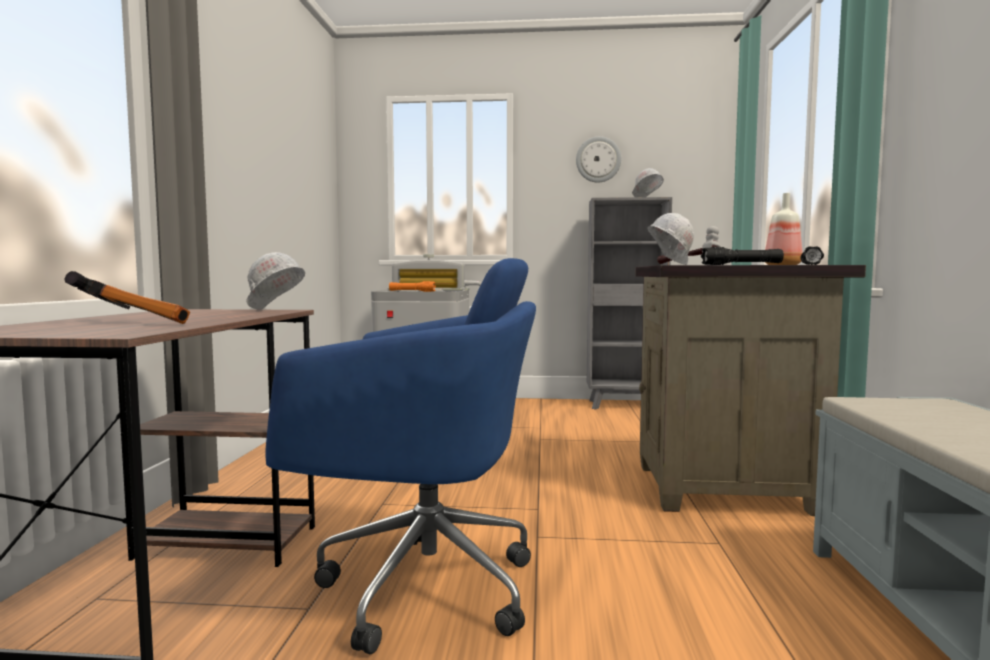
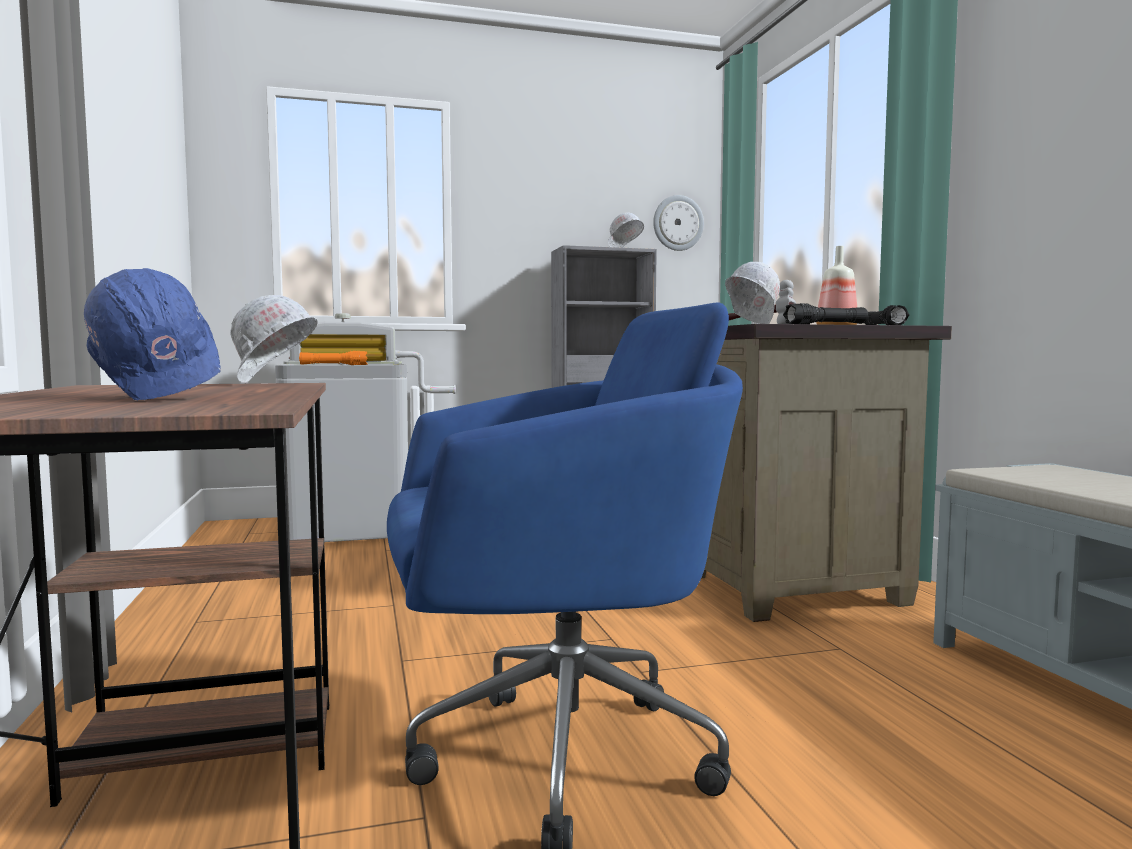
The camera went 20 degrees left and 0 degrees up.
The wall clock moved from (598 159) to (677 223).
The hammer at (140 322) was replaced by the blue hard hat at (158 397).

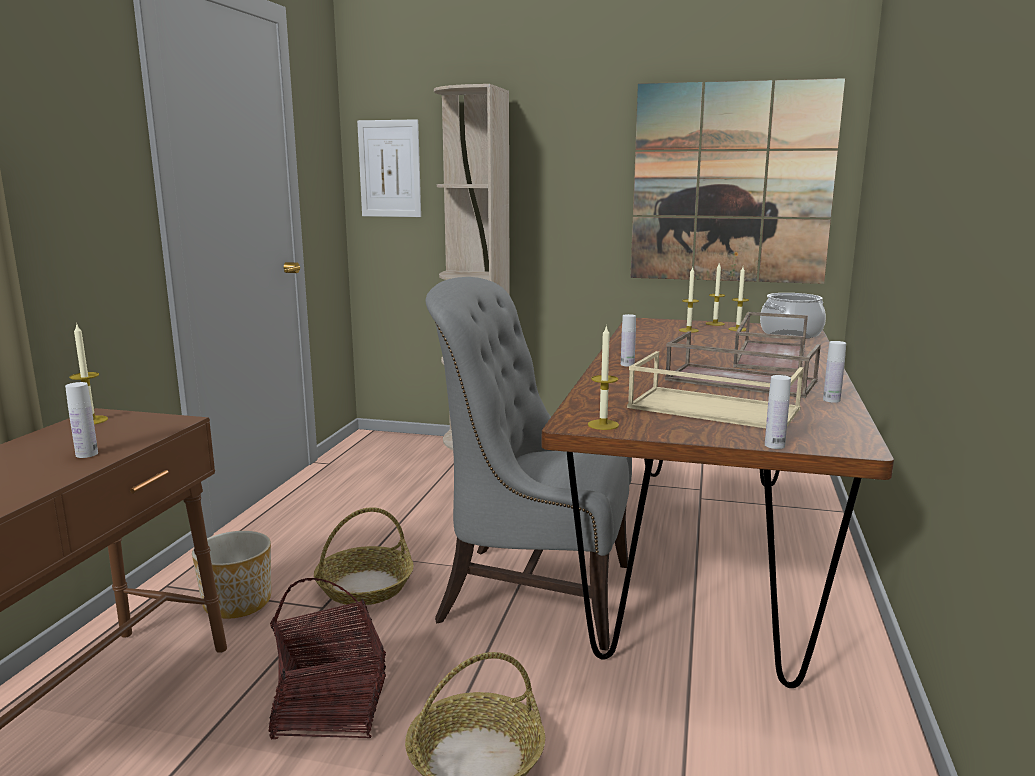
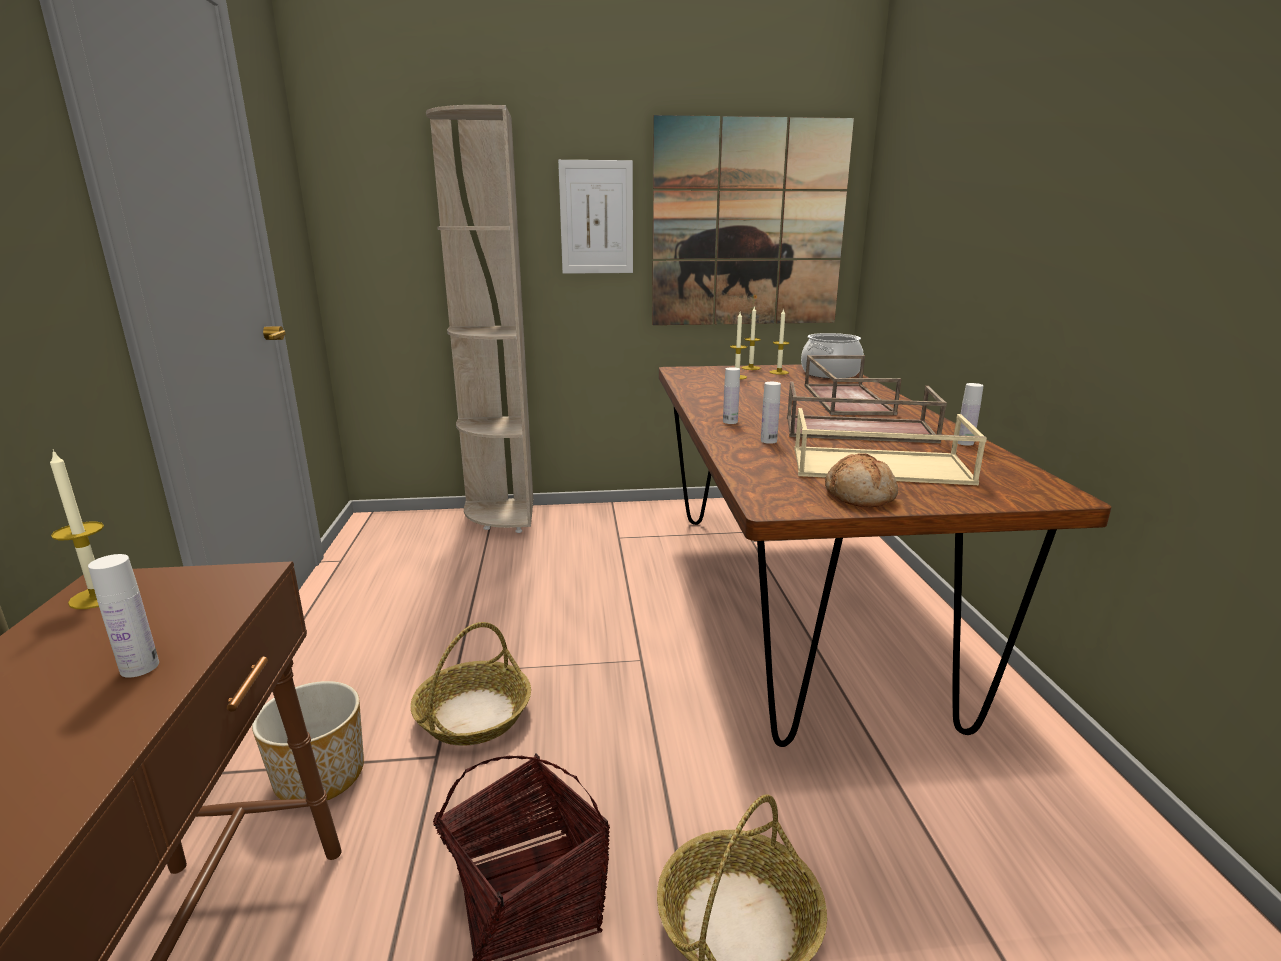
The camera went 20 degrees left and 5 degrees up.
The picture moved from (389 169) to (596 218).
The grey chair at (533 592) disappeared.
The candle at (603 425) disappeared.
The white bottle moved from (774 445) to (768 441).
The bread at (860 495) appeared.

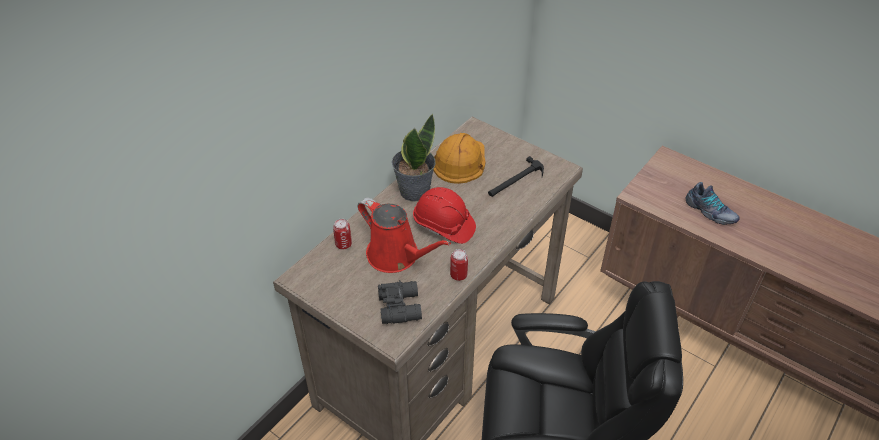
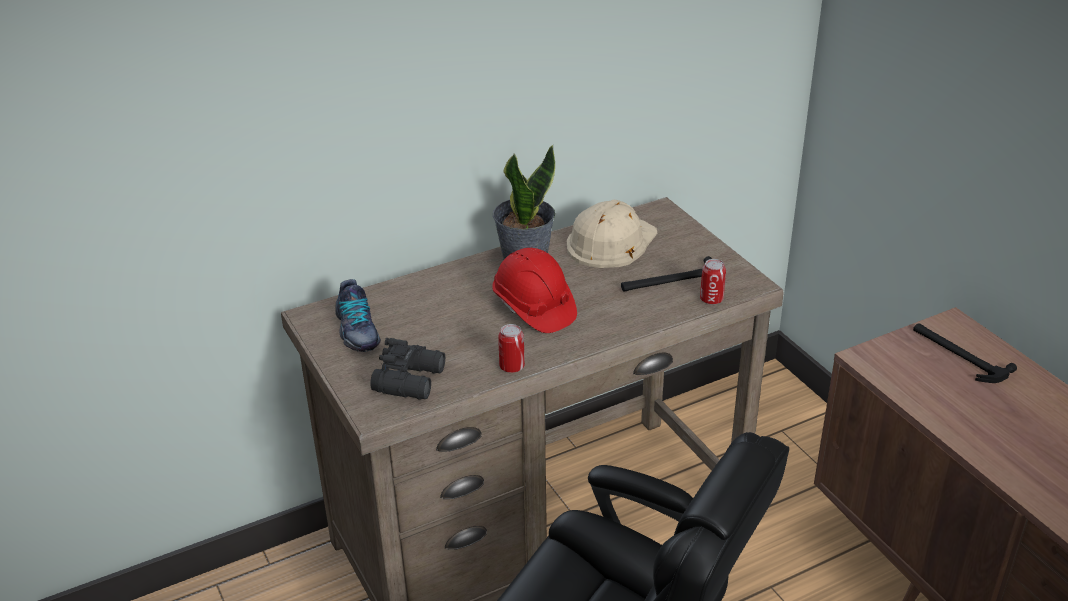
The camera went 25 degrees right and 10 degrees down.
The orange hard hat at (459 161) became the beige hard hat at (610 242).
The shoe moved from (710 212) to (356 331).
The red watering can at (396 256) disappeared.
The can moved from (343 244) to (711 299).
The hammer at (958 355) appeared.

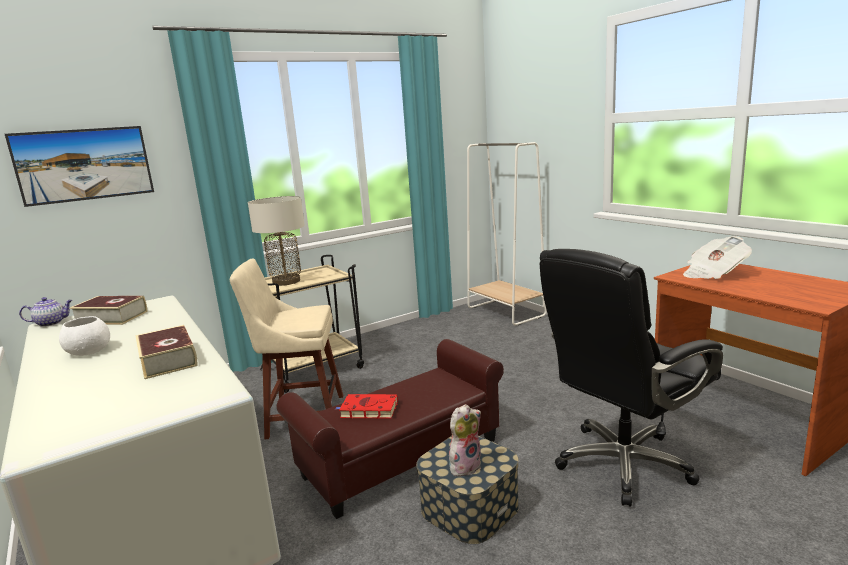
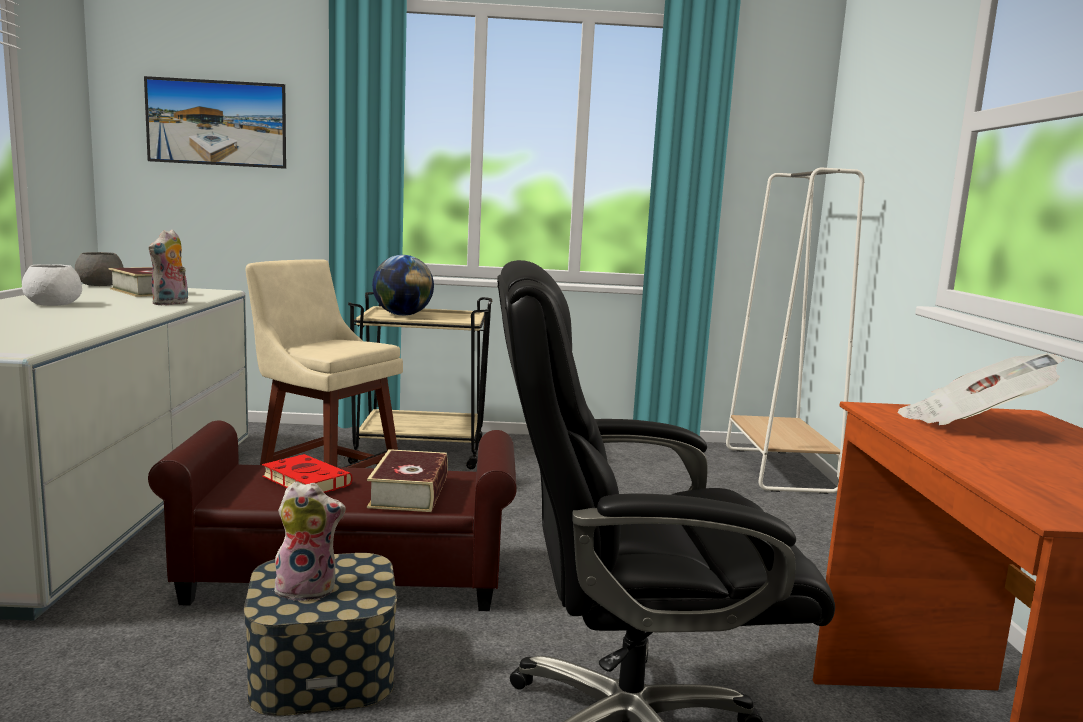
The camera went 30 degrees right and 5 degrees down.
The table lamp at (286 281) was replaced by the globe at (402 315).
The teapot at (51 323) was replaced by the grey bowl at (101 285).
The book moved from (168 360) to (409 492).
The plush toy at (171 303) appeared.

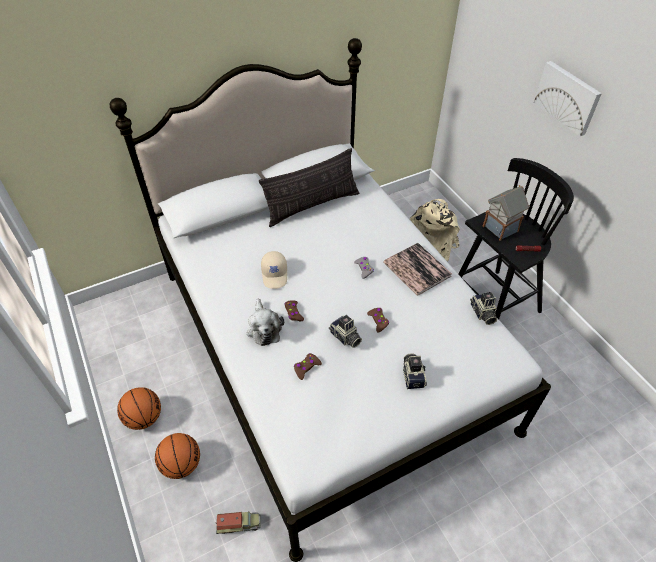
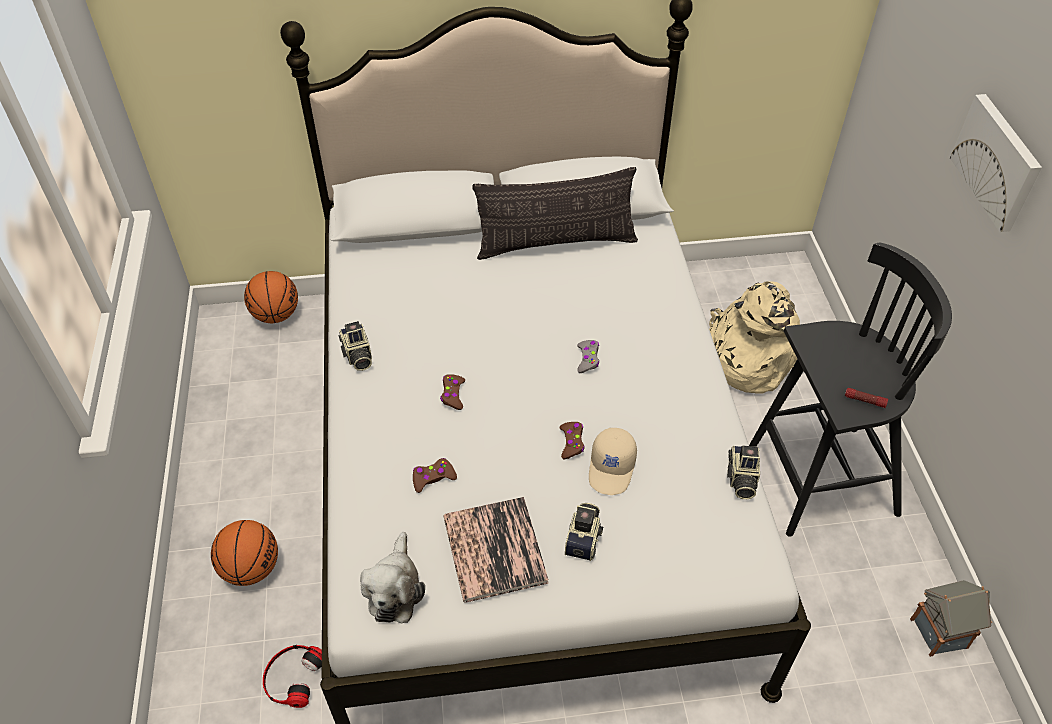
The camera went 20 degrees right and 0 degrees up.
The toy house moved from (500 228) to (940 632).
The book moved from (417 269) to (494 549).
The beige cap moved from (275 274) to (612 468).
The plush toy moved from (264 328) to (394 589).
The photo camera moved from (345 338) to (357 356).
The basketball moved from (144 418) to (276 315).
The toy truck at (239 524) was replaced by the headphones at (292 677).

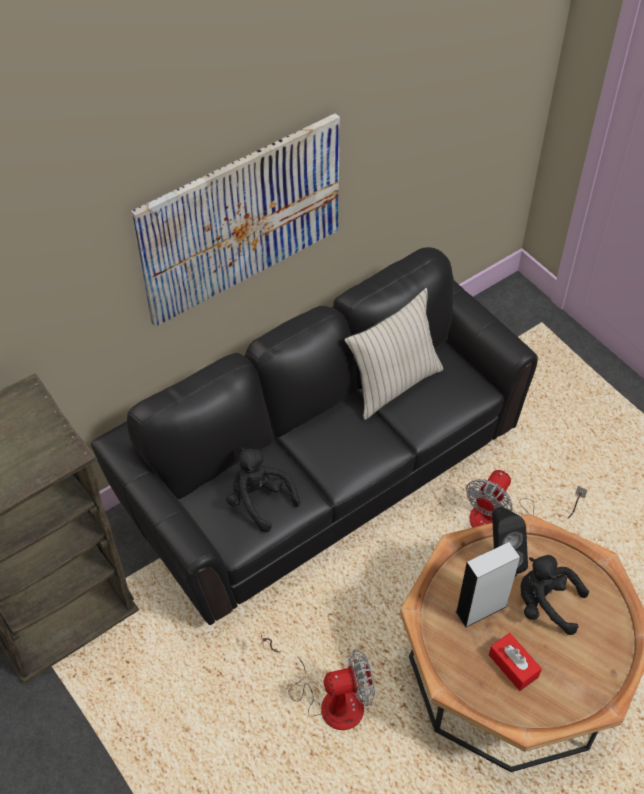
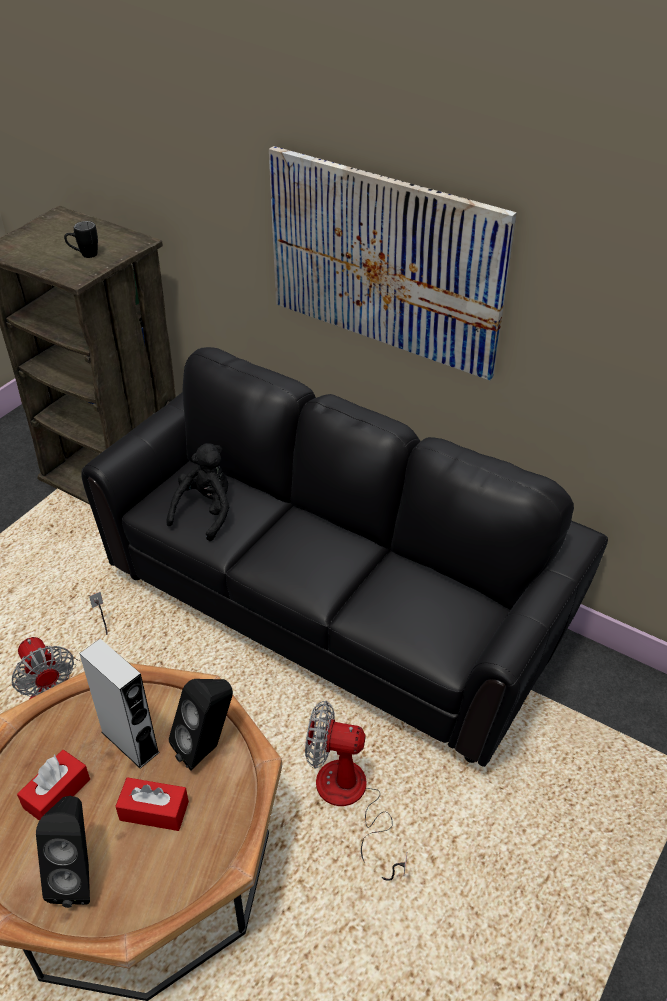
The camera went 70 degrees right and 10 degrees down.
The beige pillow at (393 384) disappeared.
The black plush toy at (545 604) was replaced by the red tissue box at (154 811).
The black mug at (84 255) appeared.
The black speaker at (78 875) appeared.

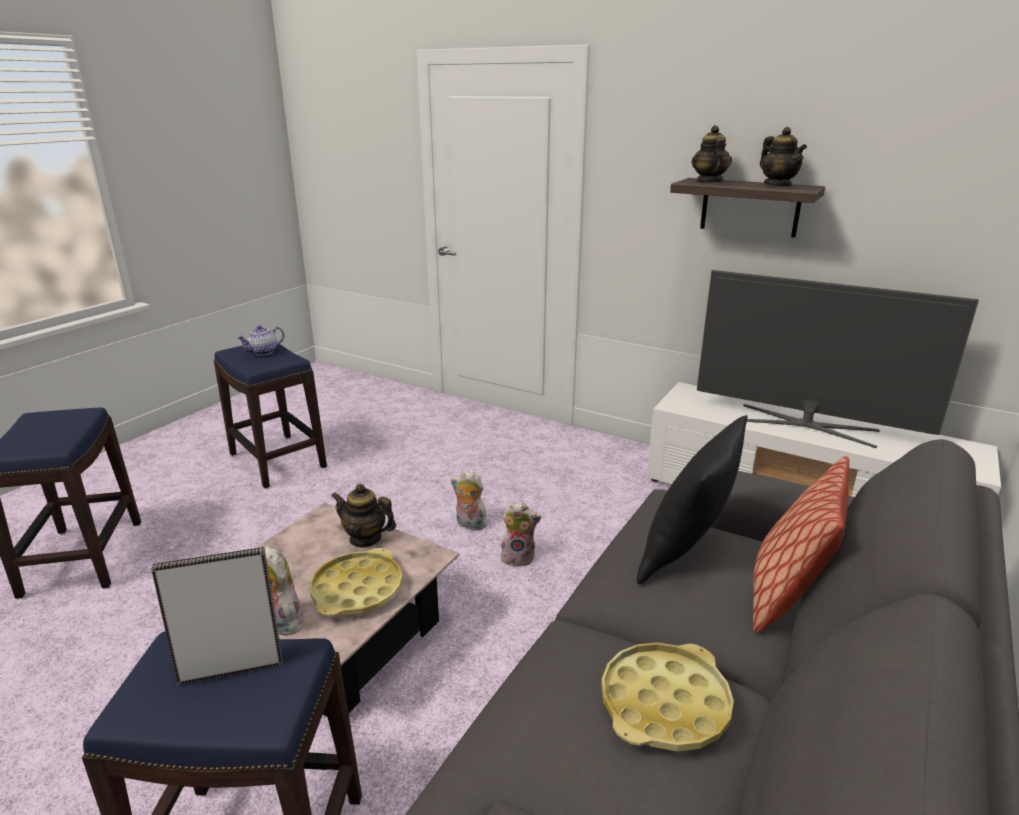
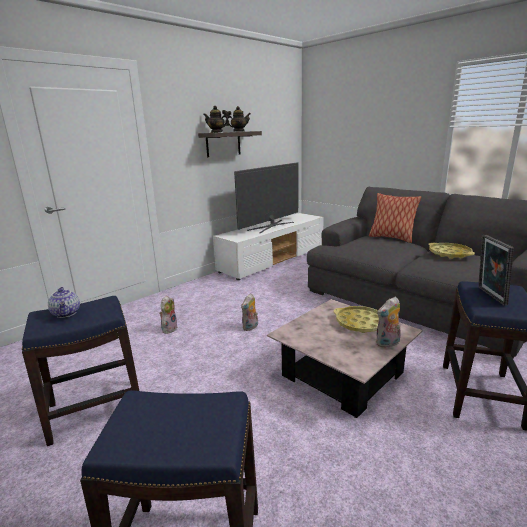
The camera went 75 degrees left and 5 degrees down.
The black pillow at (686 554) disappeared.
The teapot at (365 538) disappeared.
The plush toy moved from (519 557) to (169 328).

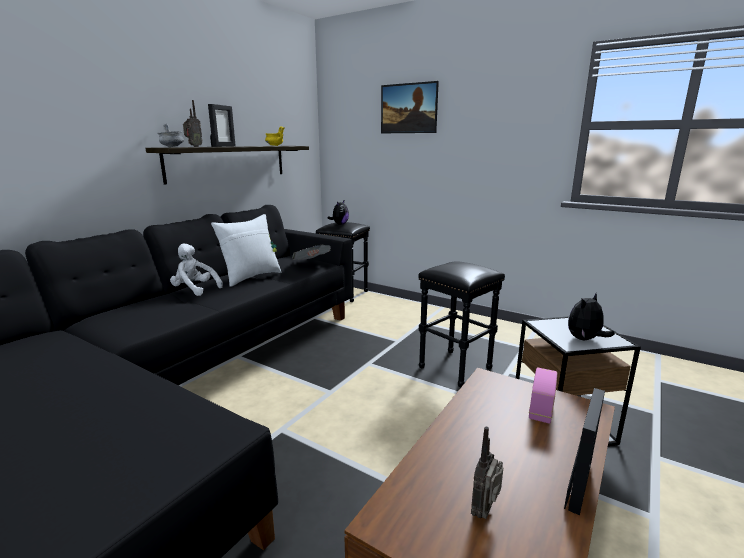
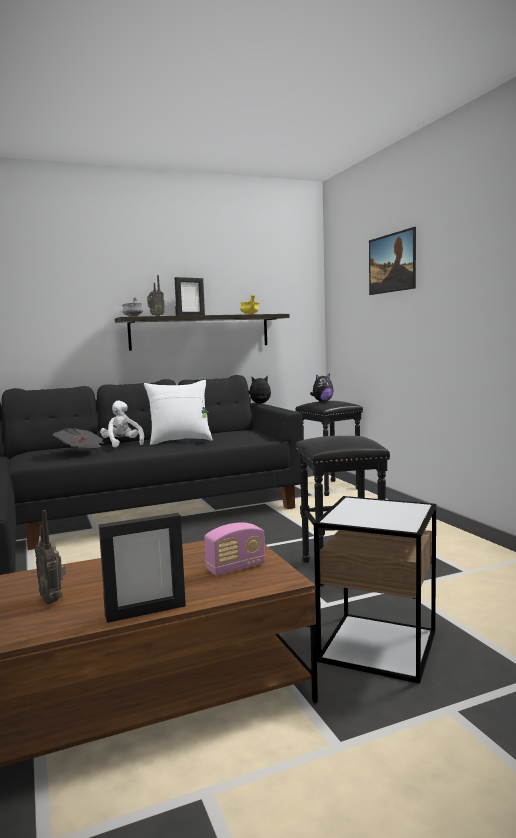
The camera went 35 degrees right and 10 degrees down.
The newspaper moved from (311 263) to (82 452).
The plush toy moved from (585 339) to (260 403).
The radio at (485 511) turned 105 degrees counterclockwise.

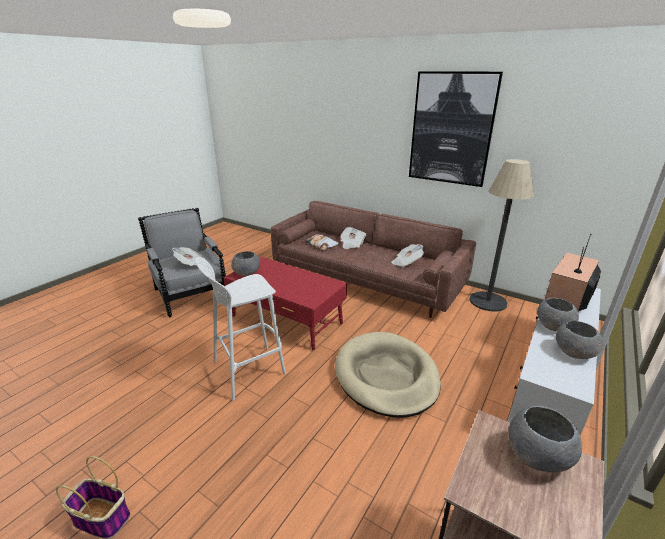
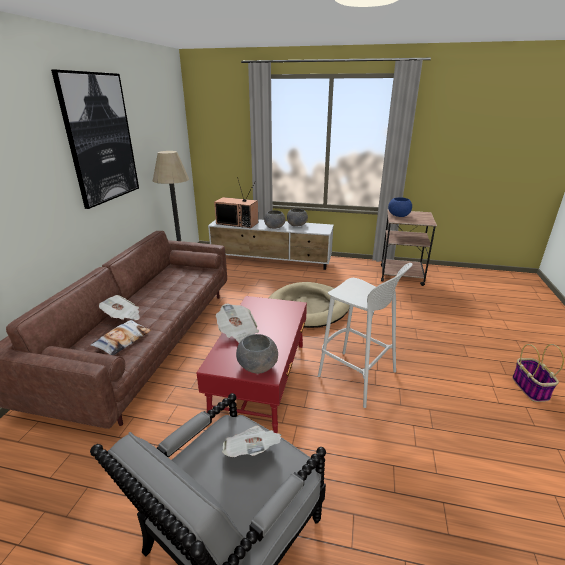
The camera went 110 degrees left and 0 degrees up.
The newspaper moved from (406 262) to (238 333).
The grey bowl at (538 455) became the blue bowl at (398 215).

